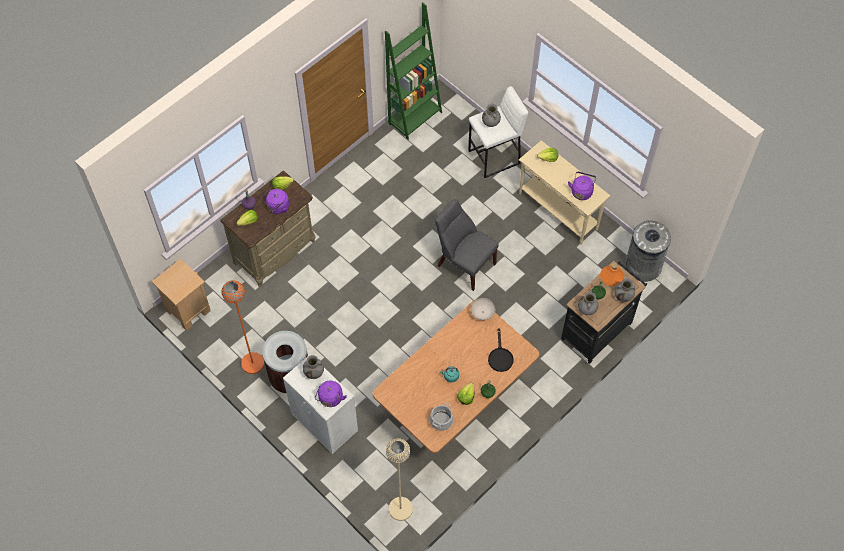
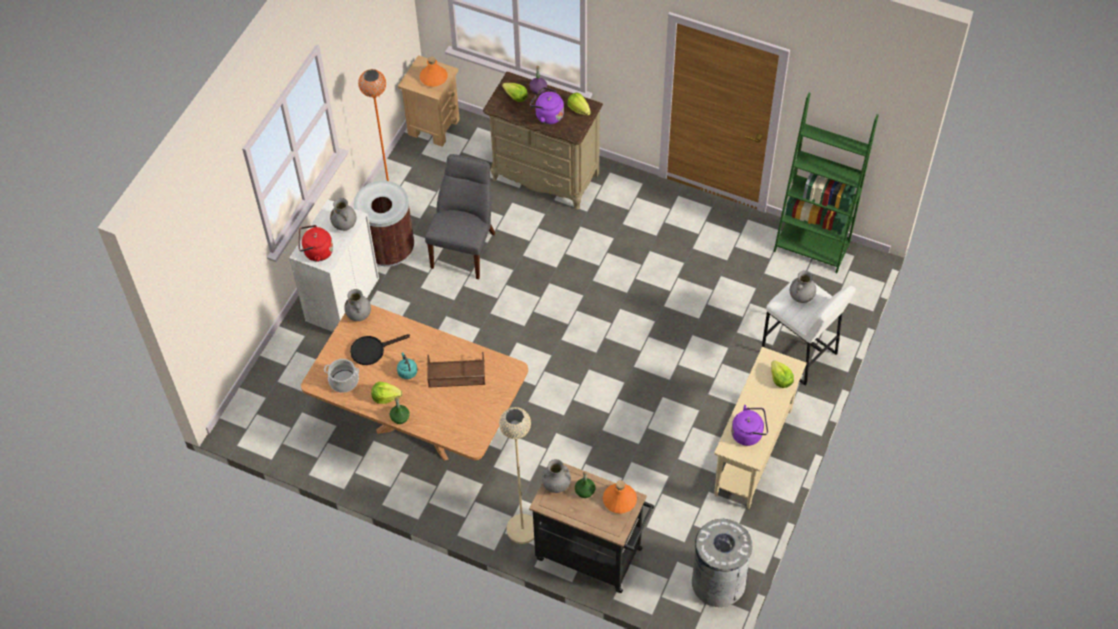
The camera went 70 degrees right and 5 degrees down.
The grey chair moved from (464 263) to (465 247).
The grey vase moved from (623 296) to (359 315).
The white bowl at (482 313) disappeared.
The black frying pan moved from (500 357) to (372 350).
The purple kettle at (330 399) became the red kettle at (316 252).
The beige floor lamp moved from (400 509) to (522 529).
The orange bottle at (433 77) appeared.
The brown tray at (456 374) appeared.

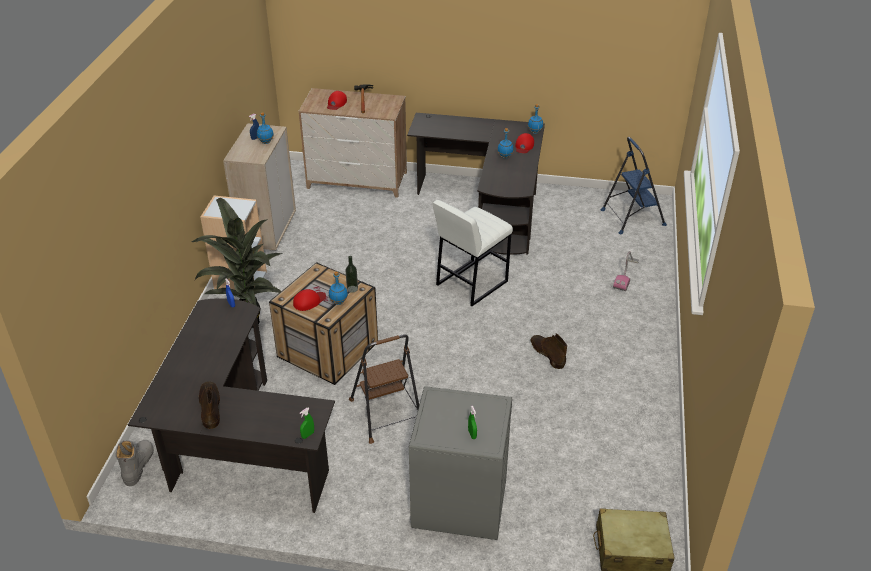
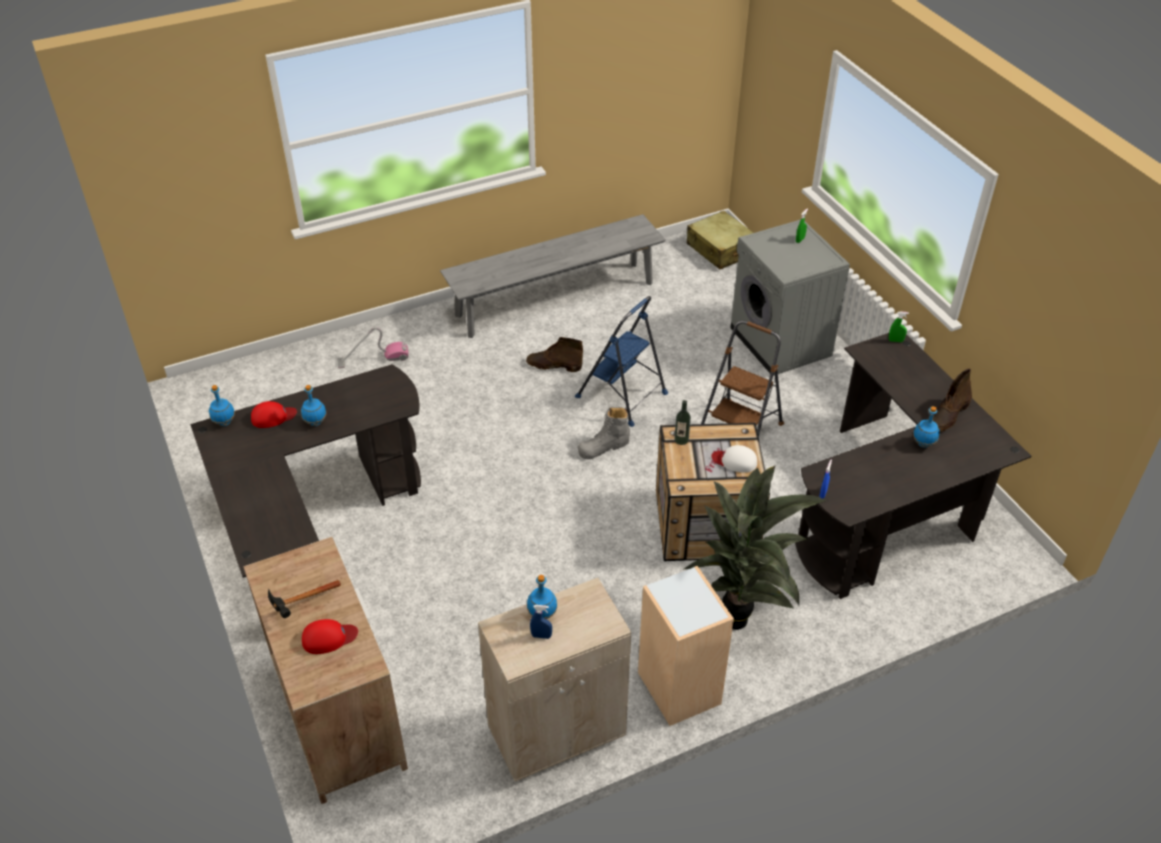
The camera went 125 degrees left and 5 degrees up.
The blue step ladder moved from (631 217) to (623 395).
The white stool at (470 284) disappeared.
The blue bottle moved from (338 302) to (923 444).
The red cap at (309 301) became the white cap at (735 461).
The brown boot at (547 353) turned 75 degrees clockwise.
The grey boot moved from (138 465) to (604 447).
The grey bench at (555 299) appeared.

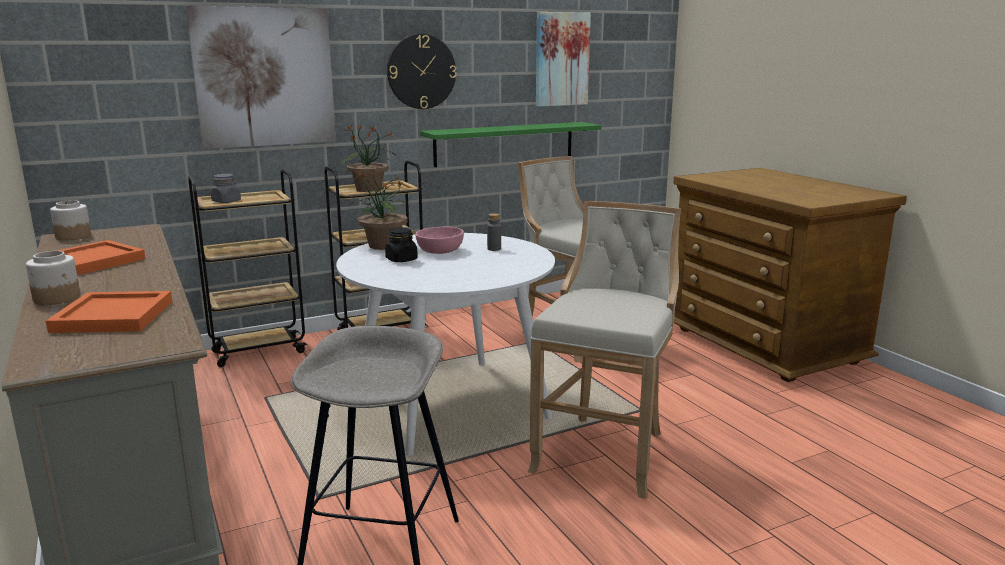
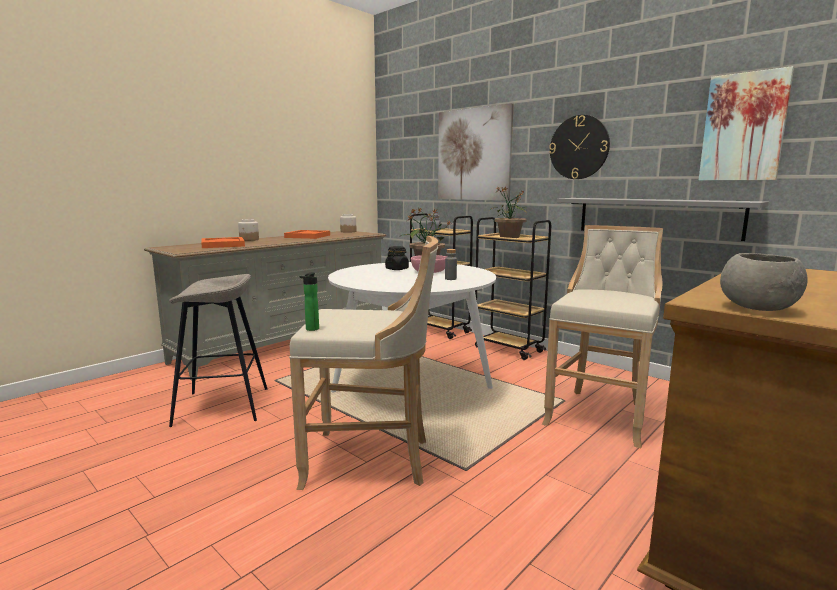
The camera went 70 degrees right and 5 degrees down.
The green shelf at (504 143) became the grey shelf at (656 217).
The grey bowl at (757 308) appeared.
The bottle at (311 329) appeared.

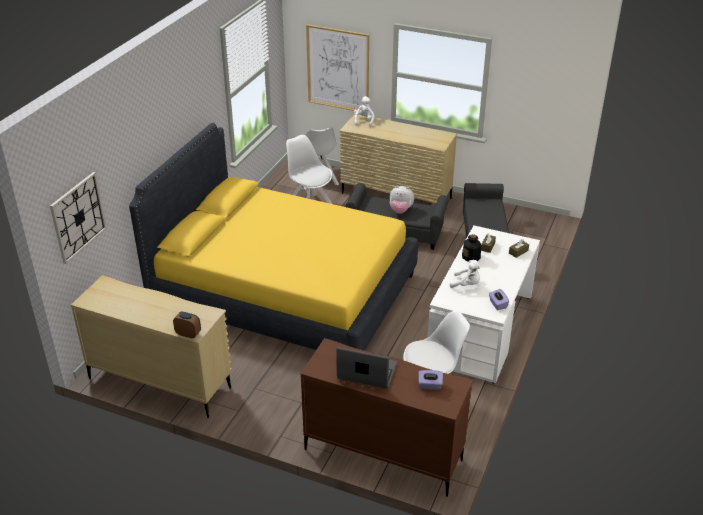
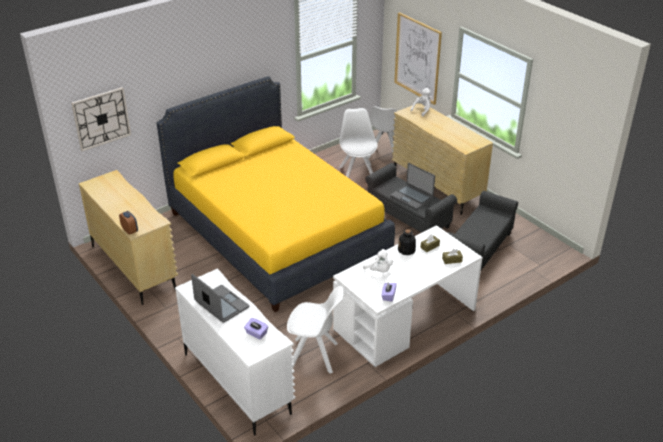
The camera went 30 degrees right and 0 degrees up.
The plush toy at (400 210) was replaced by the laptop at (412 197).
The brown dresser at (383 453) became the white dresser at (237 382).

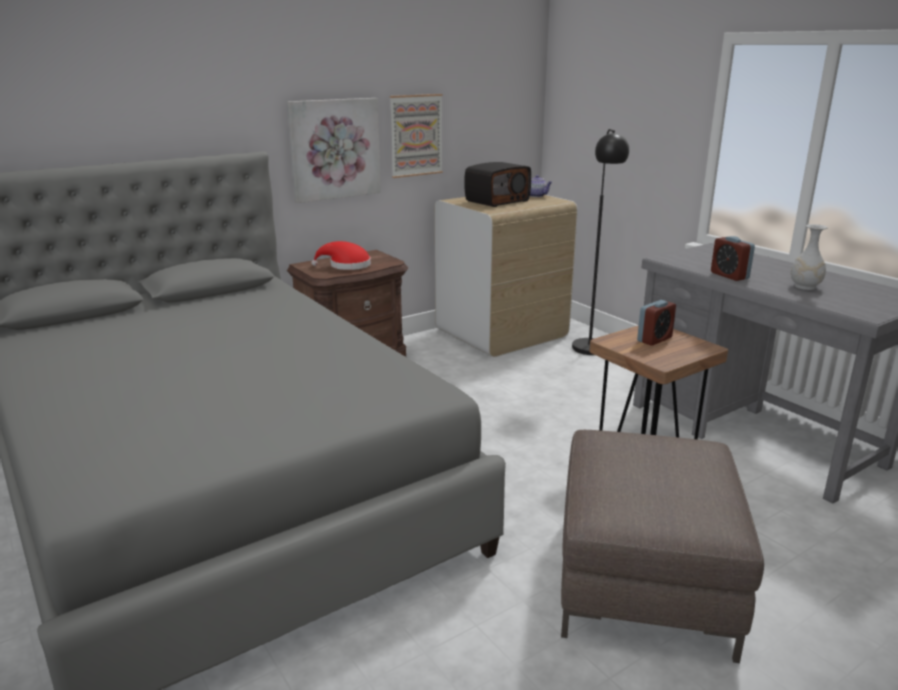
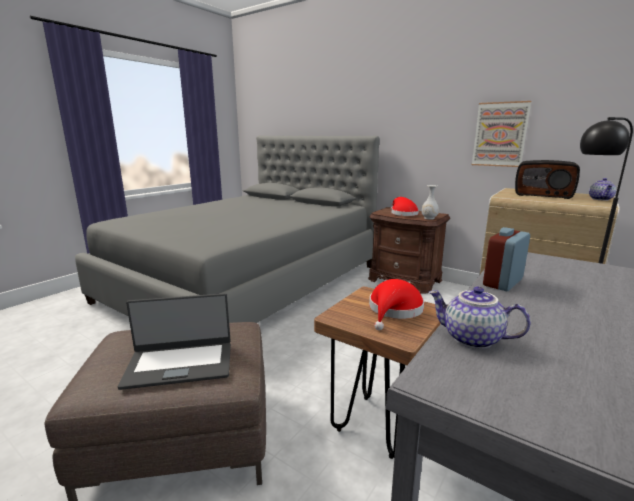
The camera went 70 degrees right and 5 degrees down.
The picture at (334 149) disappeared.
The white vase moved from (804 287) to (429 218).
The alarm clock at (654 339) was replaced by the red hat at (394 310).
The teapot at (471 339) appeared.
The laptop at (180 364) appeared.

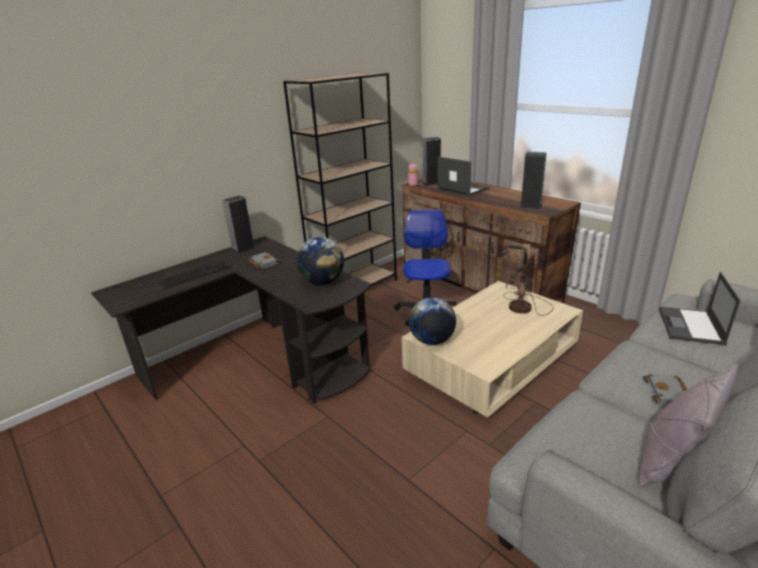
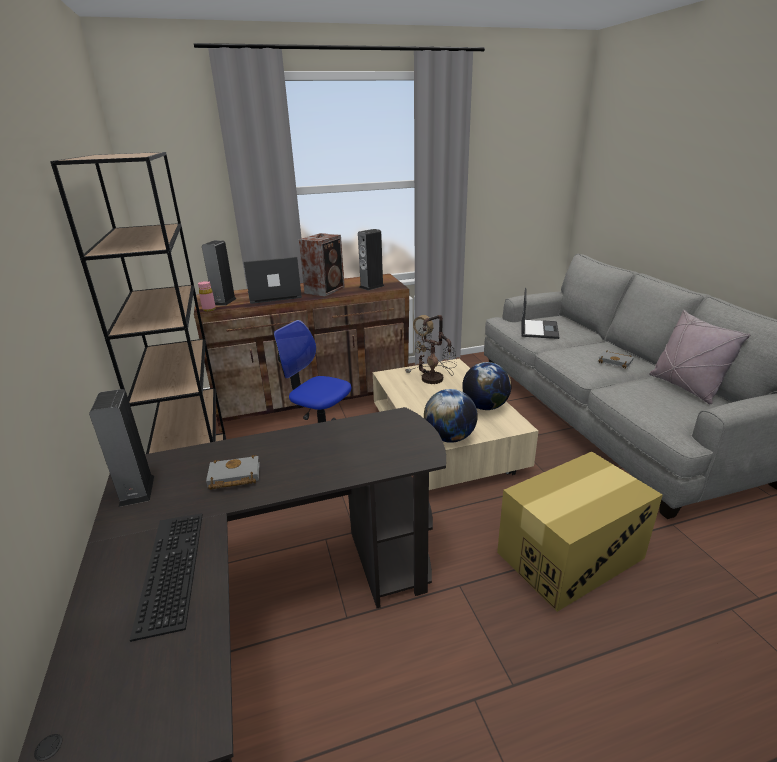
The camera went 65 degrees left and 0 degrees up.
The globe moved from (323 282) to (485 407).
The laptop at (691 326) turned 120 degrees counterclockwise.
The speaker at (326 290) appeared.
The cardboard box at (569 555) appeared.

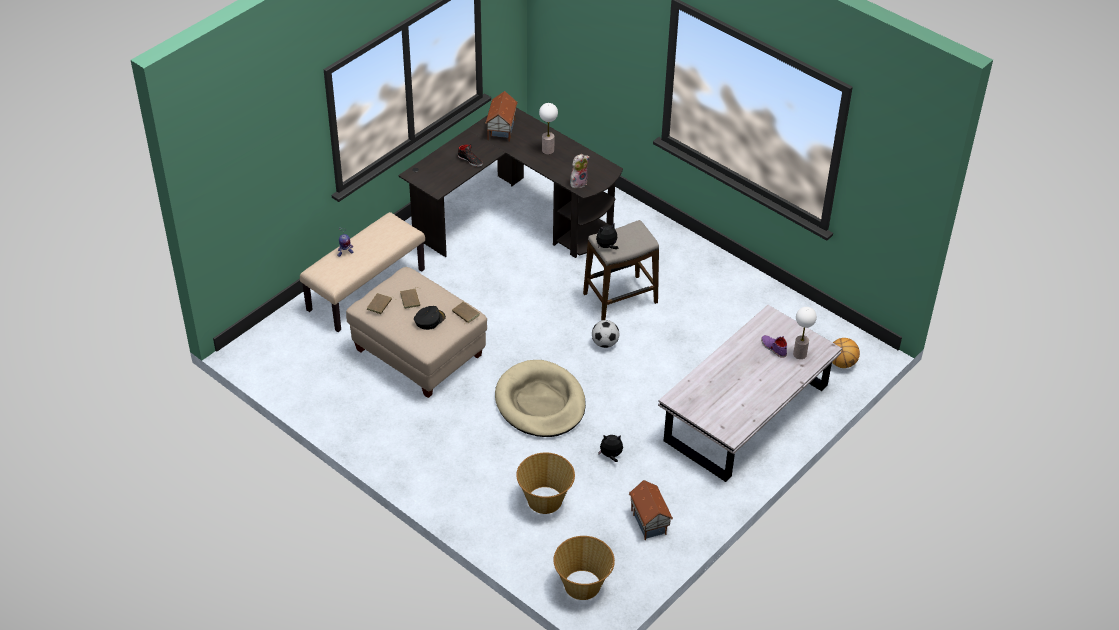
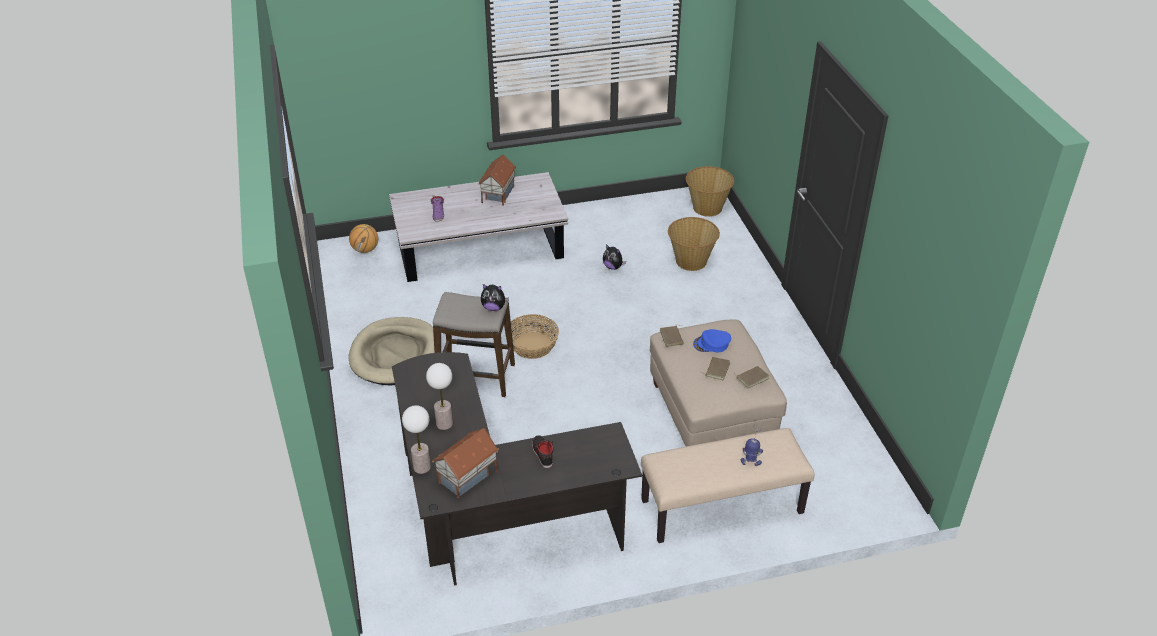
The camera went 145 degrees left and 5 degrees down.
The plush toy at (578 182) disappeared.
The black cap at (429 319) became the blue cap at (711 344).
The table lamp moved from (799 354) to (422 467).
The football at (605 343) was replaced by the basket at (532 346).
The beige dog bed moved from (540 402) to (396 354).
The toy house moved from (650 521) to (497 194).

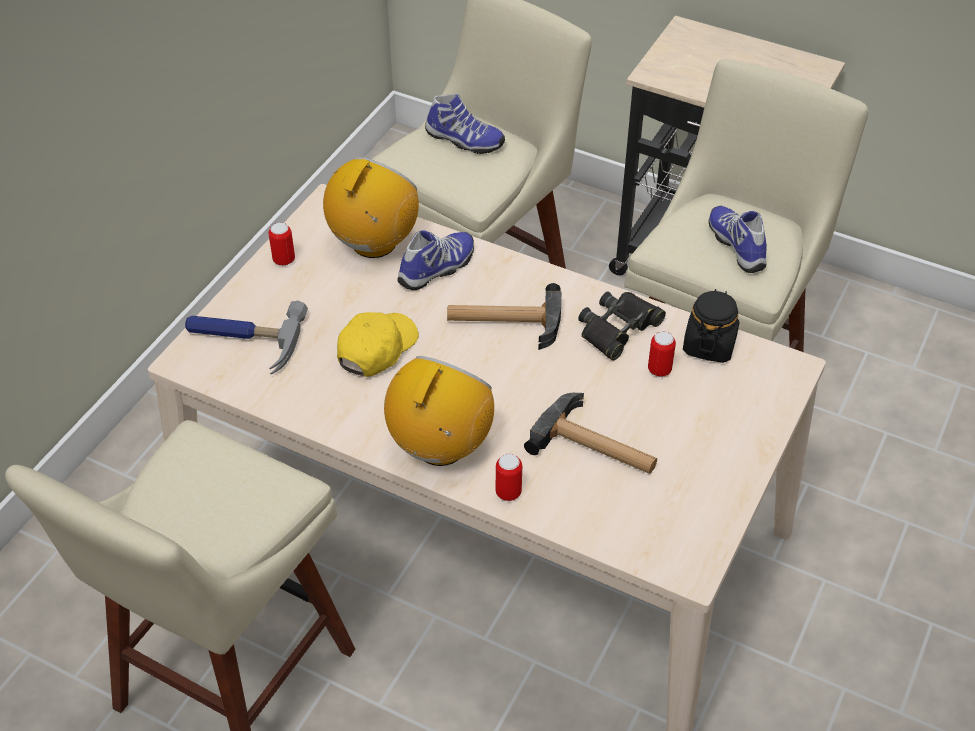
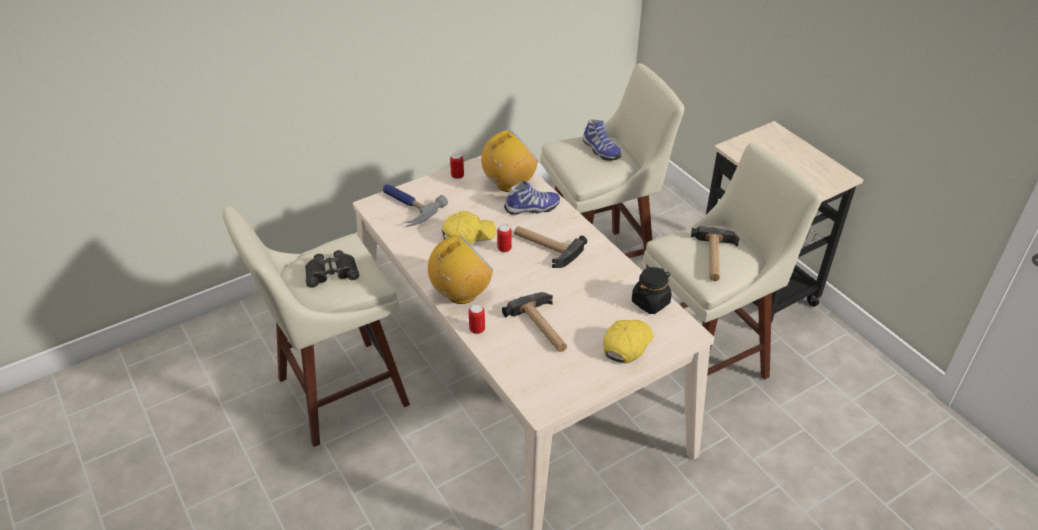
The camera went 30 degrees right and 5 degrees down.
The shoe at (738 246) was replaced by the hammer at (714 258).
The black binoculars moved from (618 329) to (331 273).
The can moved from (659 370) to (504 249).
The yellow cap at (627 344) appeared.

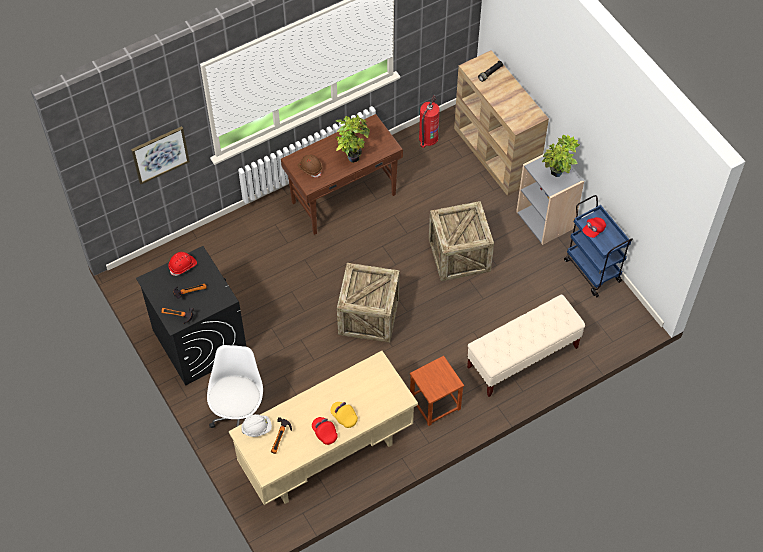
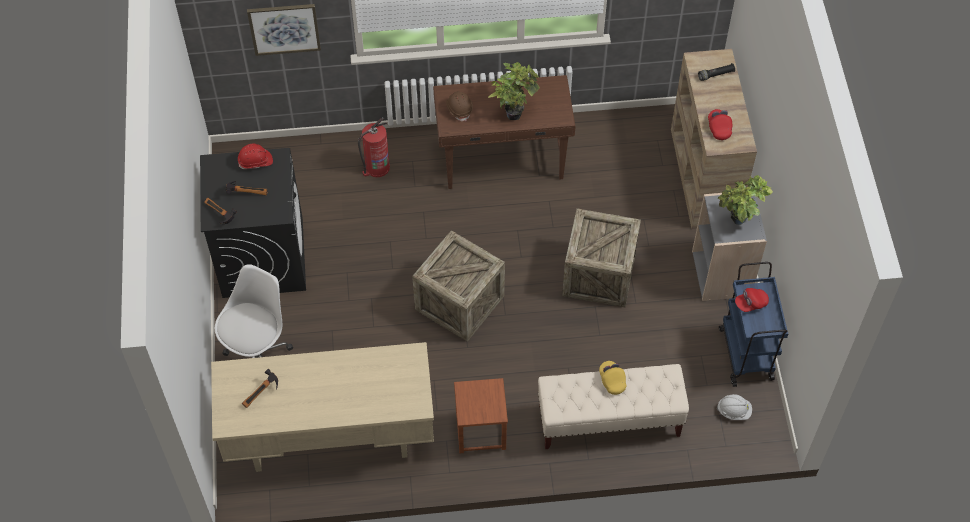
The camera went 25 degrees right and 0 degrees up.
The fire extinguisher moved from (428 138) to (376 167).
The yellow cap moved from (344 417) to (612 380).
The white hard hat moved from (257 428) to (734 411).
The red cap moved from (324 433) to (719 128).

